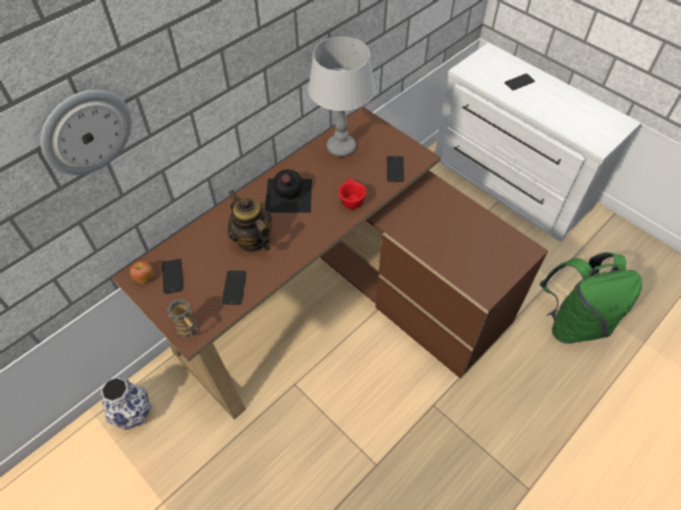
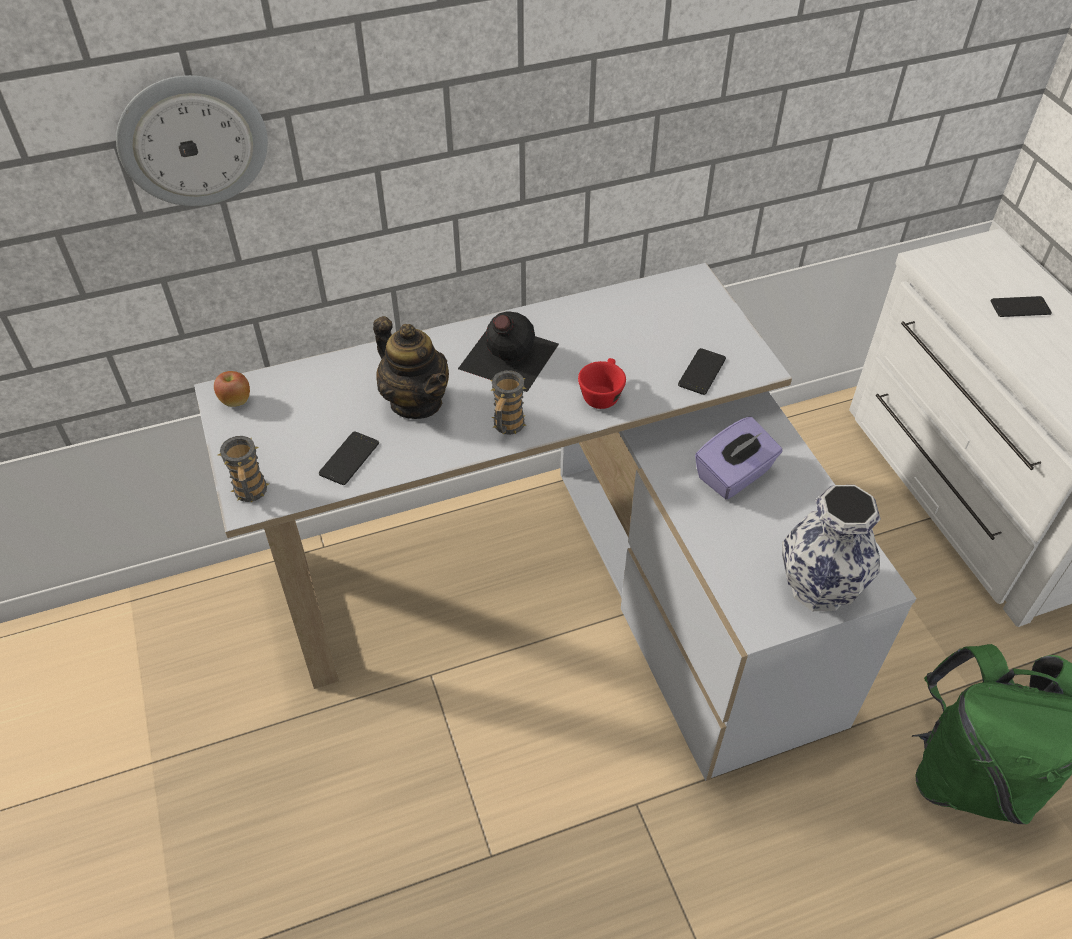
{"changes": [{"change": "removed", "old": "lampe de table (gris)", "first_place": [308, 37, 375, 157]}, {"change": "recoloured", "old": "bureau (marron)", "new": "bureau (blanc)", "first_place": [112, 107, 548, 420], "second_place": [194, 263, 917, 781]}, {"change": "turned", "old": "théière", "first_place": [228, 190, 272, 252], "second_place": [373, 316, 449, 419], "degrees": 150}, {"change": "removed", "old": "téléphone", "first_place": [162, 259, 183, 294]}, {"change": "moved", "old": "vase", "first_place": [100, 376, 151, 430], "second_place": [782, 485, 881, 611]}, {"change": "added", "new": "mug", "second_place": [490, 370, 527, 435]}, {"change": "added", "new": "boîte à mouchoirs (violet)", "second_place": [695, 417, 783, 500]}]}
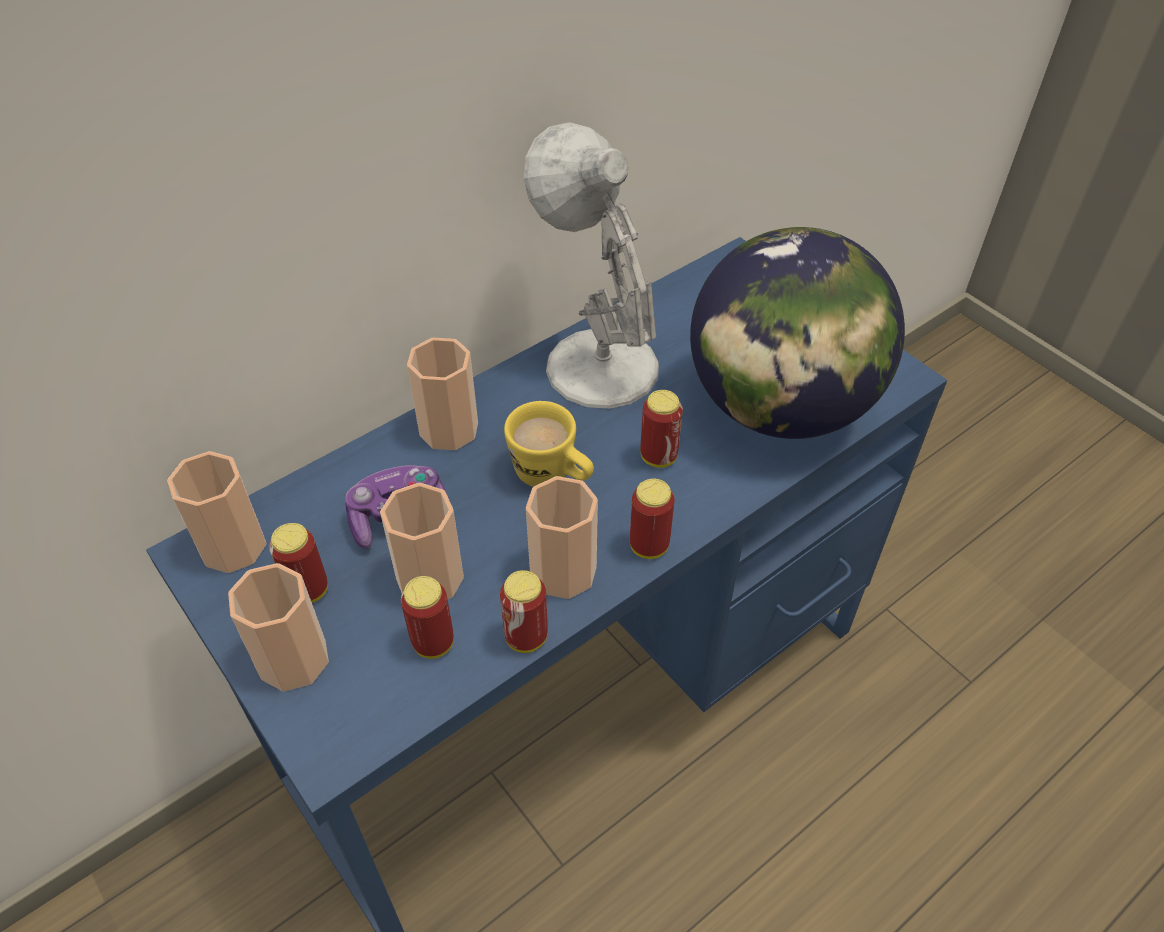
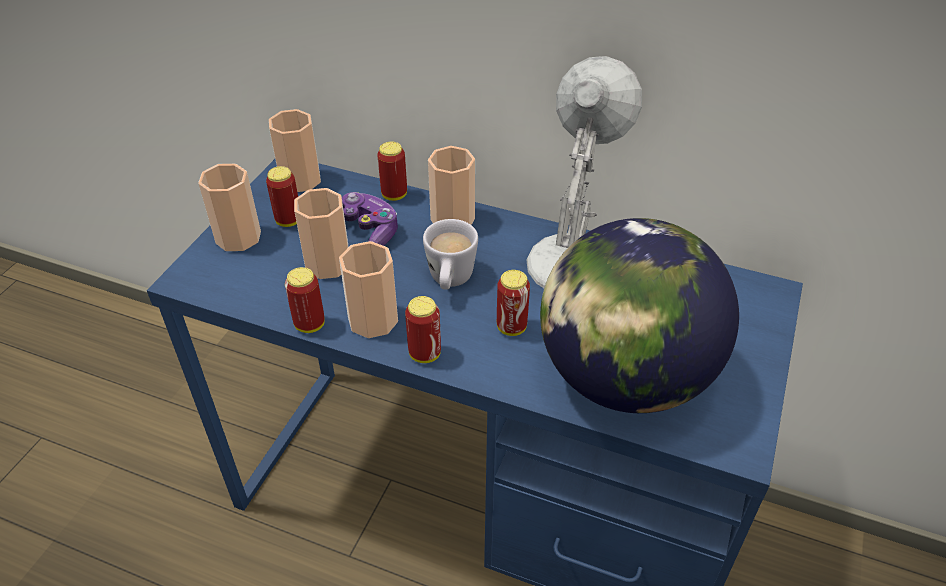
{"changes": [{"change": "recoloured", "old": "mug (jaune)", "new": "mug (blanc)", "first_place": [504, 401, 594, 487], "second_place": [423, 219, 478, 290]}, {"change": "moved", "old": "boîte métallique", "first_place": [401, 576, 454, 659], "second_place": [377, 142, 407, 201]}]}
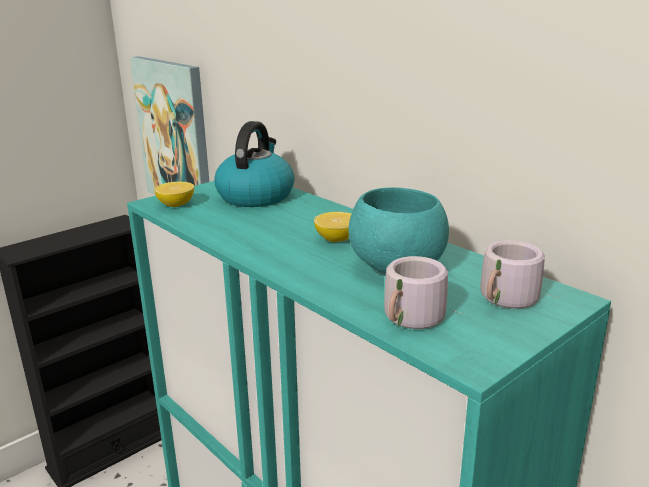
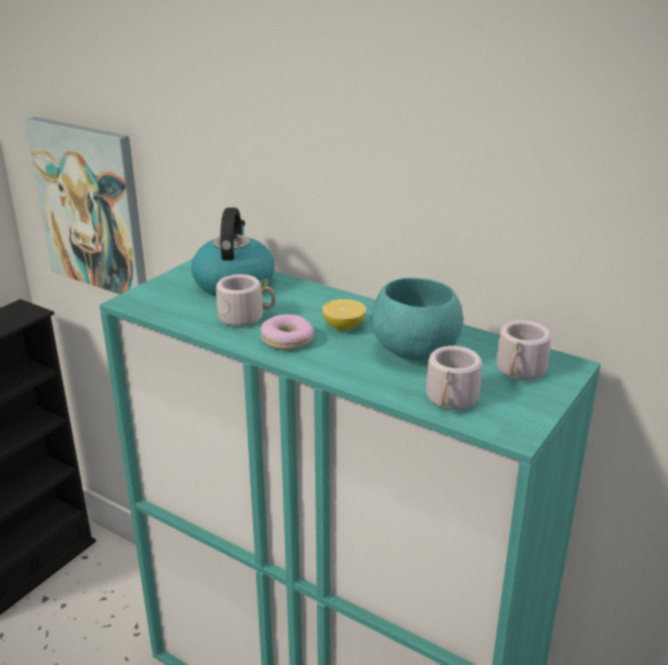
{"changes": [{"change": "removed", "old": "citron", "first_place": [154, 182, 194, 207]}, {"change": "added", "new": "mug (gris)", "second_place": [216, 274, 276, 327]}, {"change": "added", "new": "beignet", "second_place": [260, 314, 314, 350]}]}
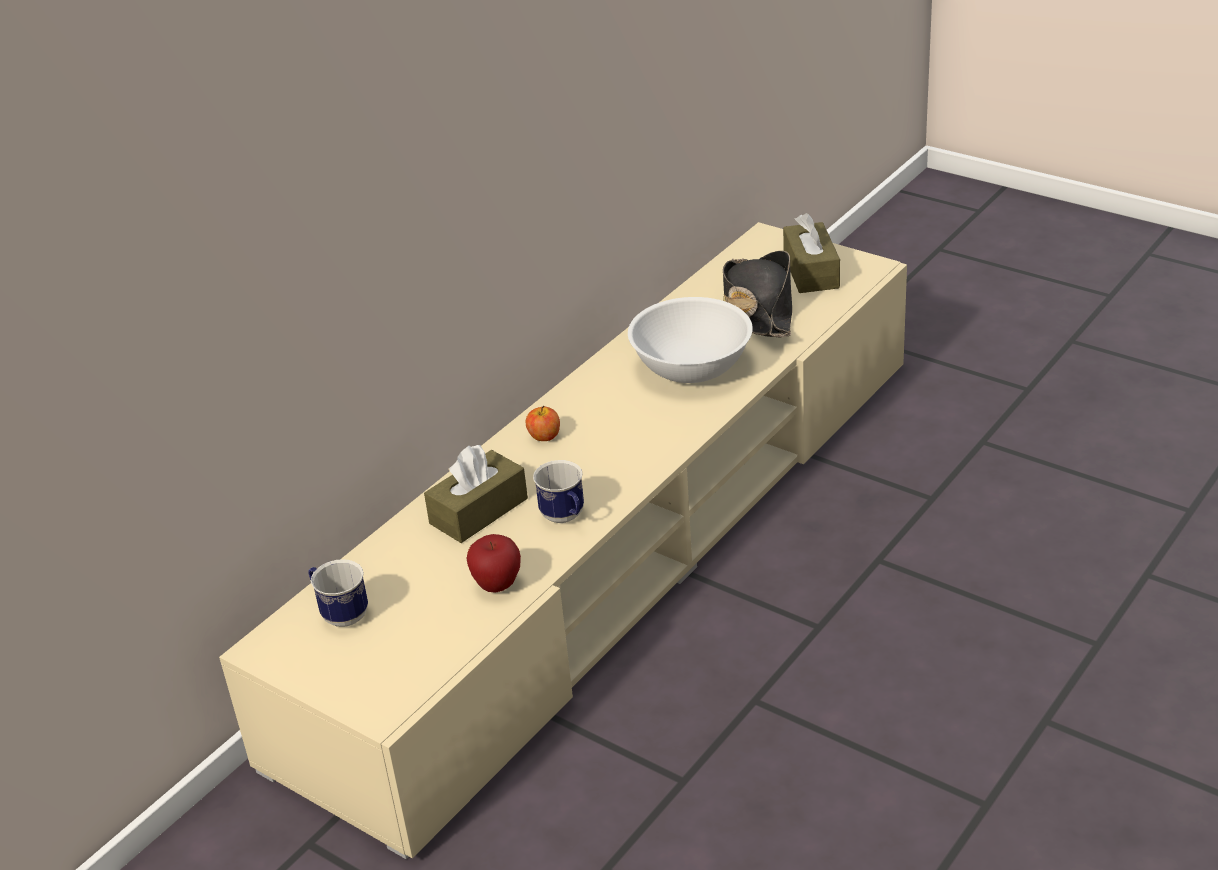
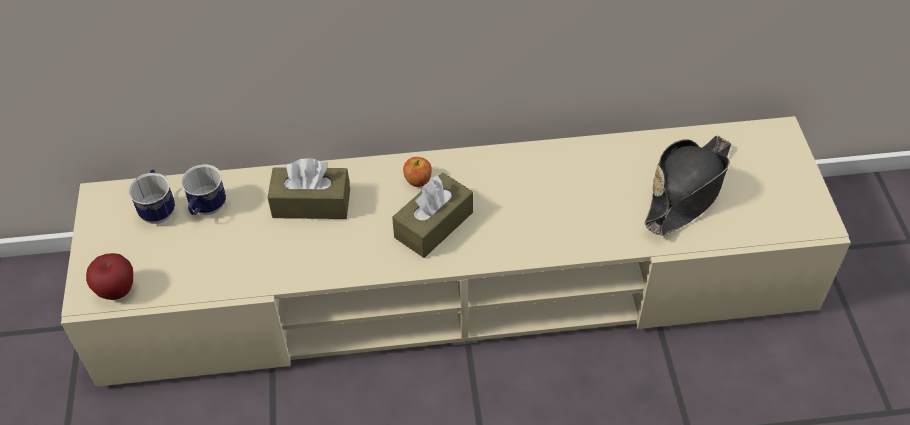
{"changes": [{"change": "moved", "old": "boîte à mouchoirs (marron)", "first_place": [783, 213, 840, 293], "second_place": [392, 173, 473, 258]}, {"change": "removed", "old": "bol (blanc)", "first_place": [628, 297, 753, 383]}, {"change": "moved", "old": "mug", "first_place": [533, 460, 584, 523], "second_place": [181, 164, 226, 215]}, {"change": "moved", "old": "pomme", "first_place": [466, 534, 521, 593], "second_place": [86, 253, 133, 300]}]}
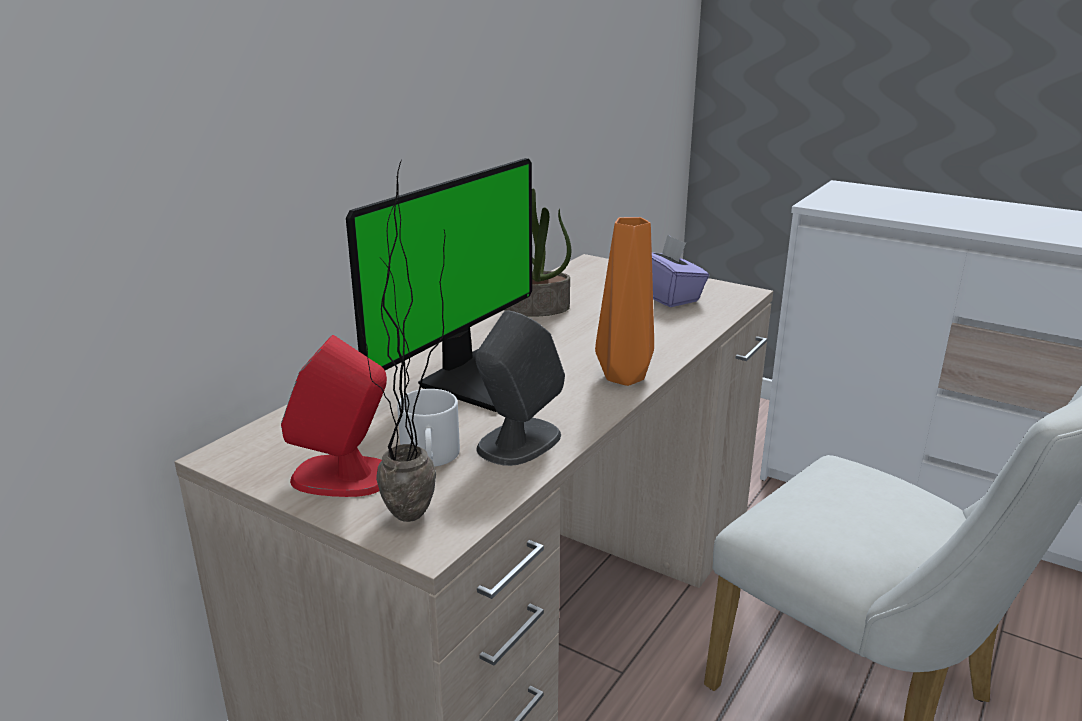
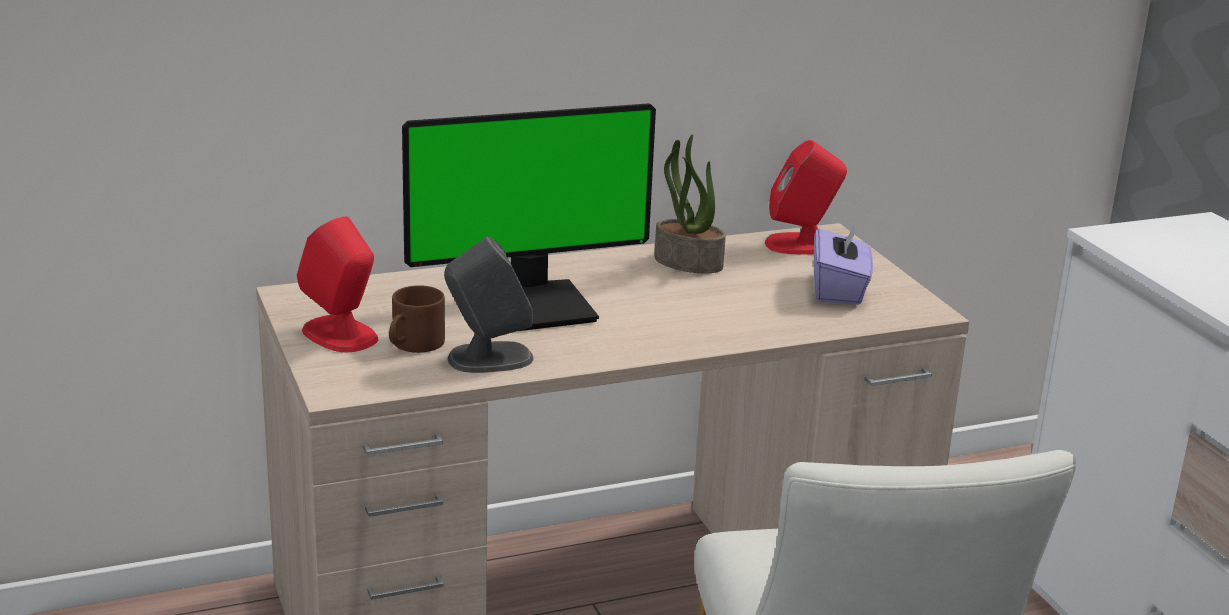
{"changes": [{"change": "removed", "old": "plante en pot", "first_place": [357, 160, 446, 522]}, {"change": "removed", "old": "vase (orange)", "first_place": [595, 217, 654, 386]}, {"change": "recoloured", "old": "mug (blanc)", "new": "mug (marron)", "first_place": [397, 389, 460, 467], "second_place": [389, 285, 445, 353]}, {"change": "added", "new": "enceinte (rouge)", "second_place": [765, 140, 847, 255]}]}
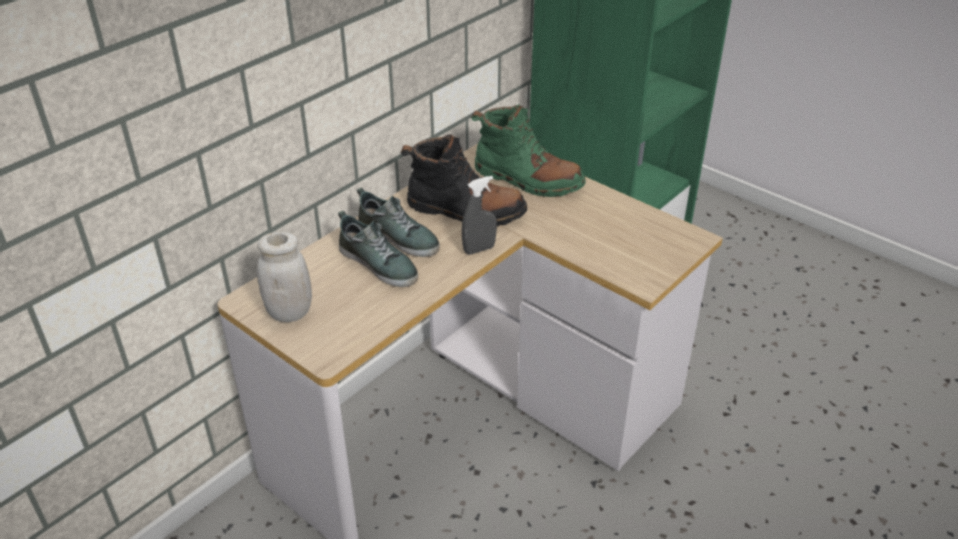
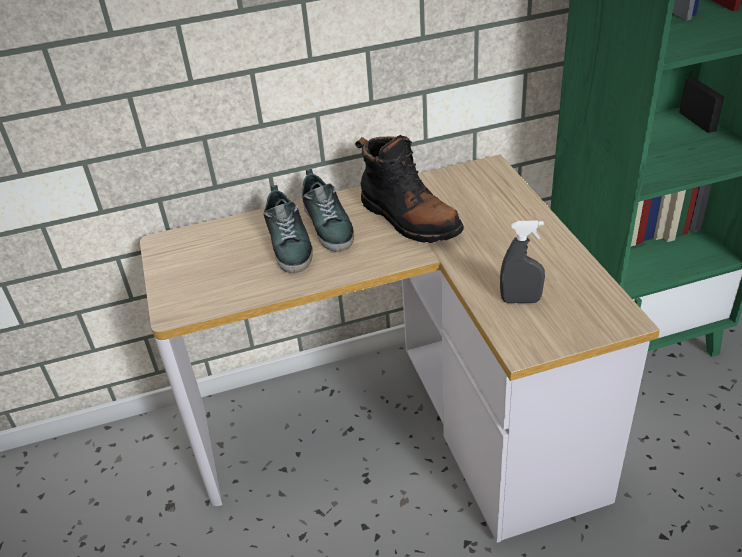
{"changes": [{"change": "removed", "old": "botte (vert)", "first_place": [471, 105, 586, 197]}, {"change": "moved", "old": "vaporisateur (gris)", "first_place": [462, 176, 497, 255], "second_place": [500, 220, 545, 303]}, {"change": "removed", "old": "bocal (blanc)", "first_place": [257, 232, 312, 322]}]}
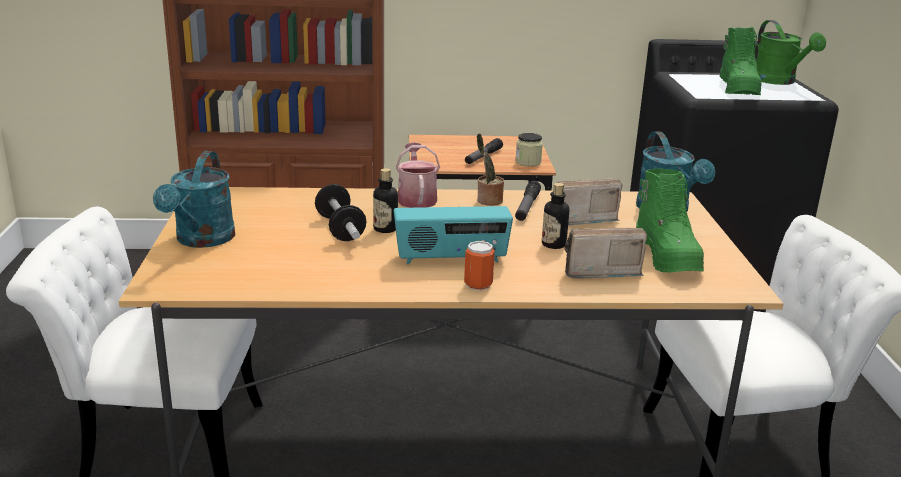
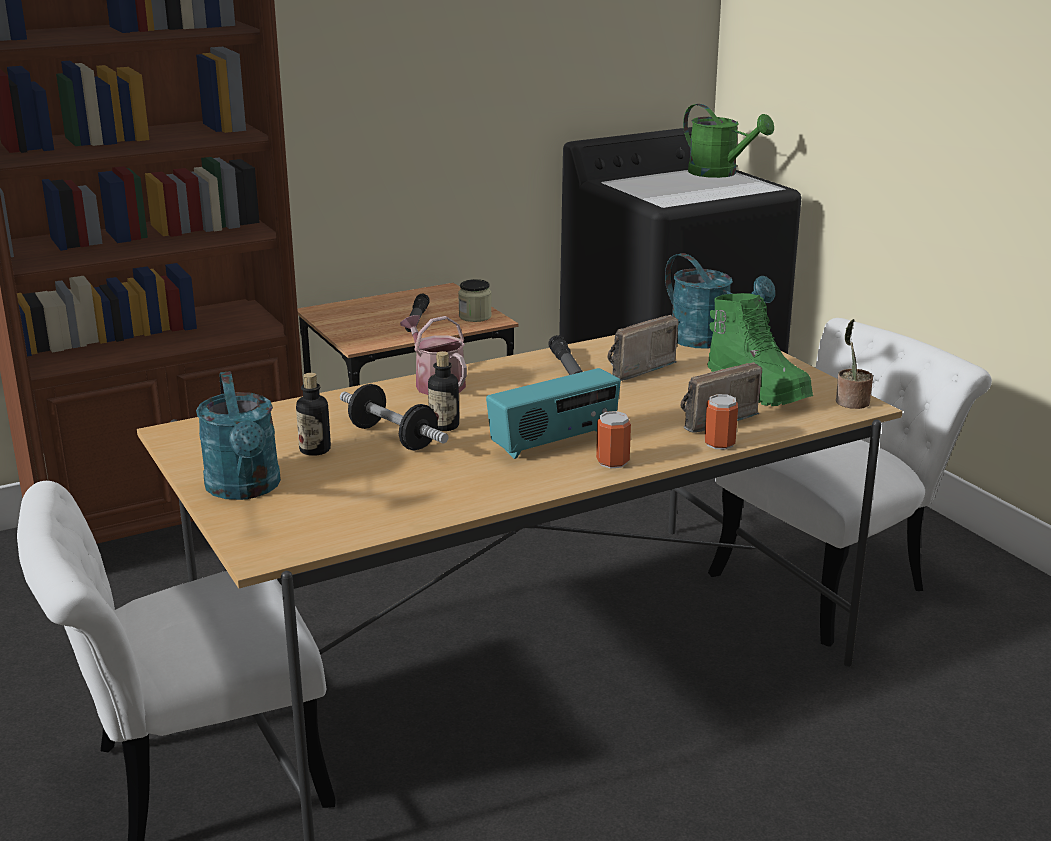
{"changes": [{"change": "removed", "old": "botte (vert)", "first_place": [720, 27, 762, 95]}, {"change": "moved", "old": "plante en pot", "first_place": [477, 133, 504, 206], "second_place": [836, 319, 873, 409]}, {"change": "moved", "old": "bouteille", "first_place": [542, 183, 569, 249], "second_place": [296, 373, 331, 456]}, {"change": "added", "new": "boîte métallique", "second_place": [705, 394, 738, 450]}]}
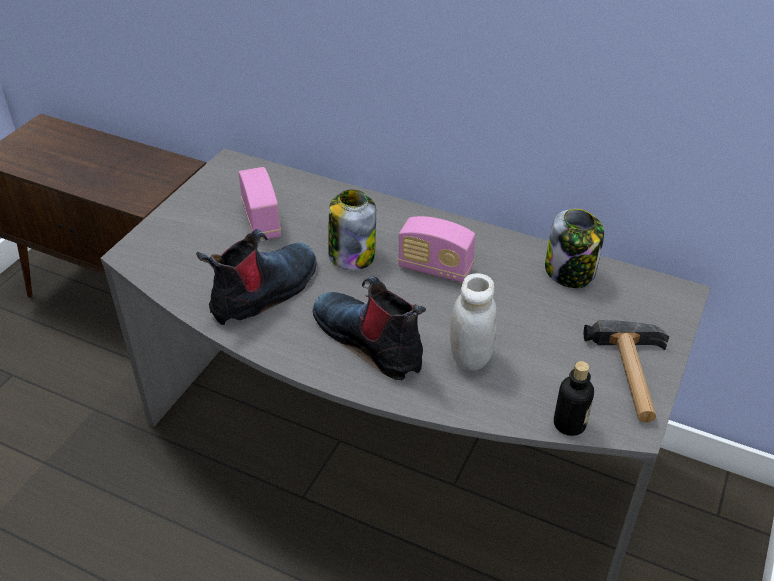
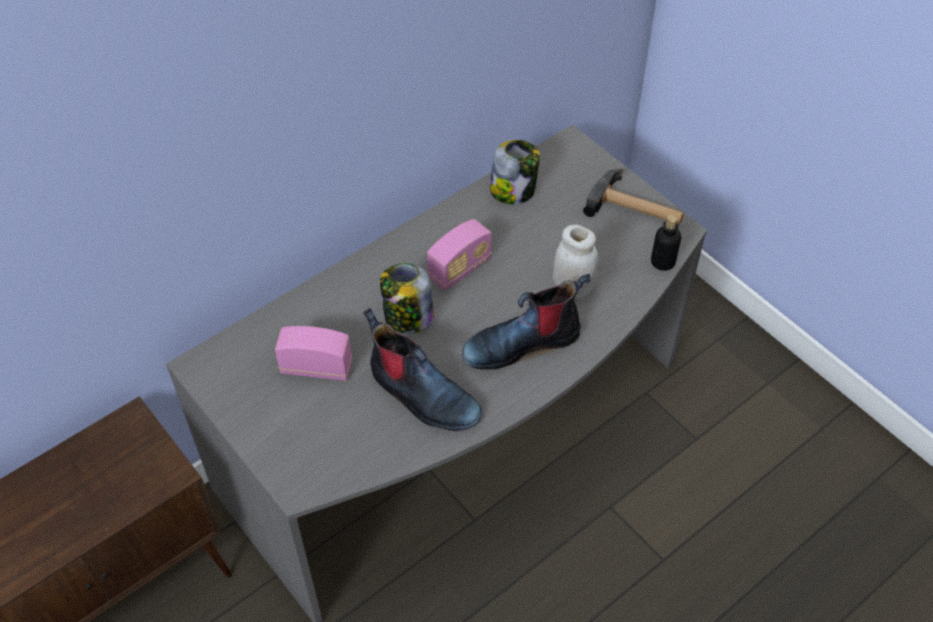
{"changes": [{"change": "turned", "old": "botte", "first_place": [196, 229, 317, 325], "second_place": [363, 308, 482, 431], "degrees": 150}]}
